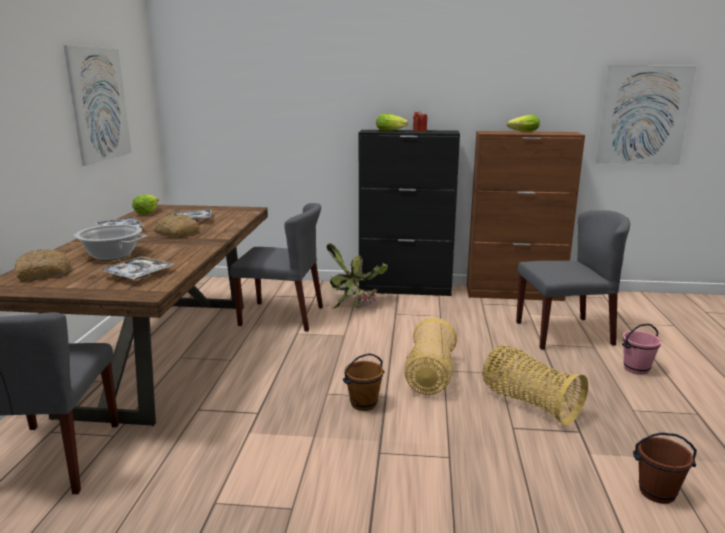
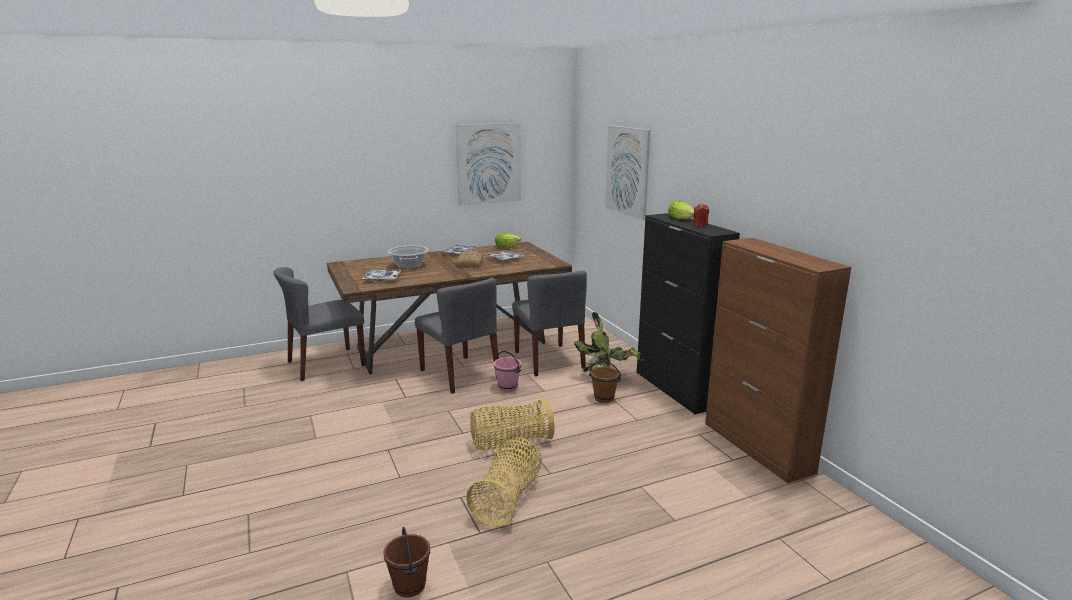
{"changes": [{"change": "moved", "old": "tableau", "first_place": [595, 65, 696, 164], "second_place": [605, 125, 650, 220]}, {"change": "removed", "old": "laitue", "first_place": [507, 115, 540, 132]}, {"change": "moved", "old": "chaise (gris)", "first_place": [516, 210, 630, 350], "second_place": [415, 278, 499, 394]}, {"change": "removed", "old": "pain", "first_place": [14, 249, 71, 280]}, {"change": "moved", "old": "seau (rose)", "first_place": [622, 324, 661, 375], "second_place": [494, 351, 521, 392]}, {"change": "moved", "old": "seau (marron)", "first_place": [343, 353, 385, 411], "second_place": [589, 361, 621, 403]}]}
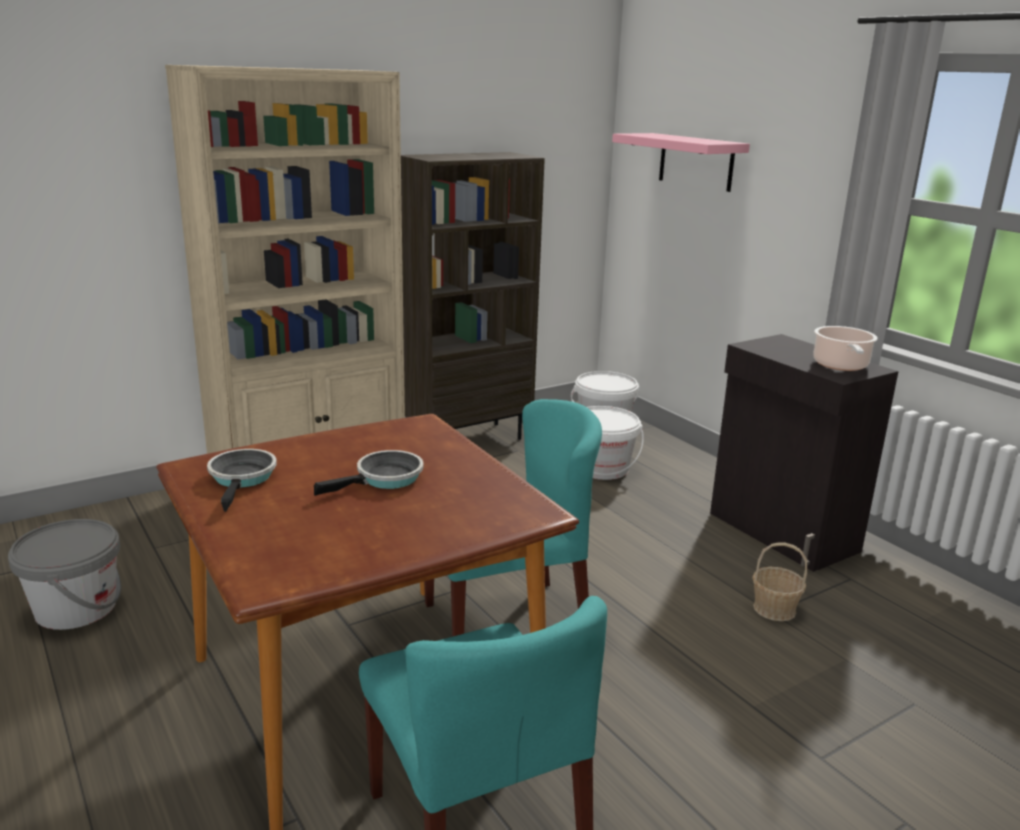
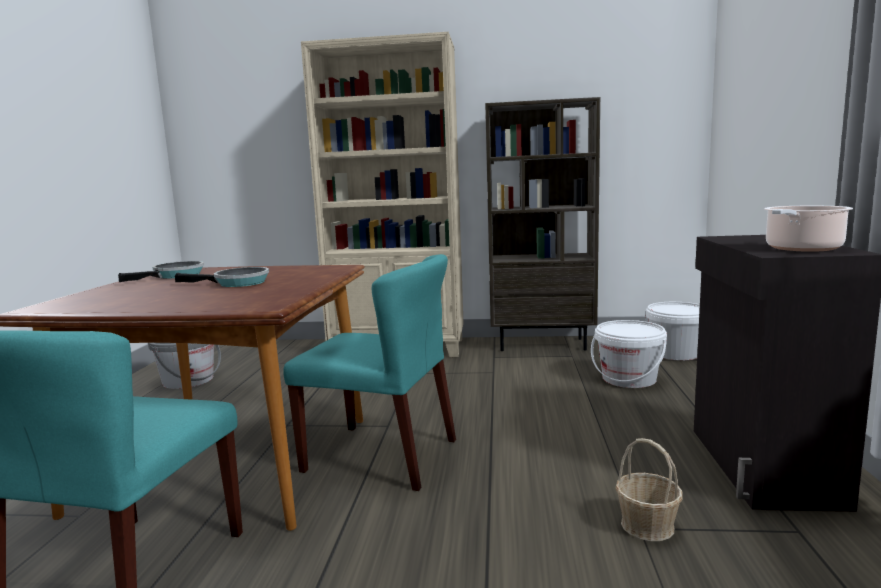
{"changes": [{"change": "removed", "old": "étagère (rose)", "first_place": [612, 133, 750, 192]}]}
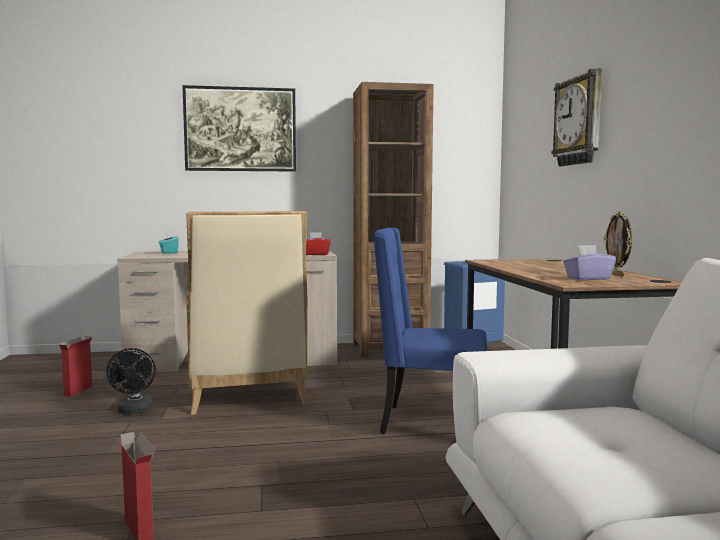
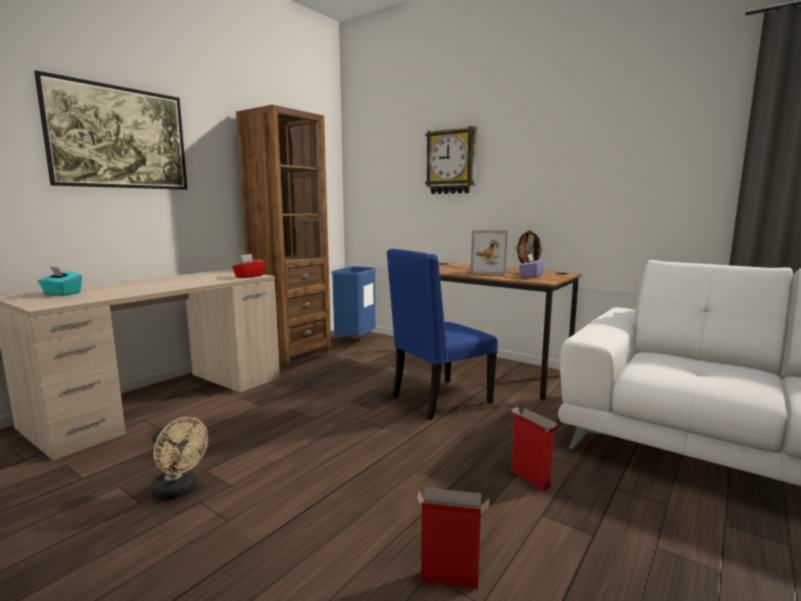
{"changes": [{"change": "removed", "old": "chaise (beige)", "first_place": [186, 211, 308, 415]}, {"change": "moved", "old": "carton", "first_place": [59, 336, 93, 397], "second_place": [511, 407, 557, 491]}, {"change": "recoloured", "old": "ventilateur (noir)", "new": "ventilateur (beige)", "first_place": [106, 348, 156, 414], "second_place": [150, 417, 208, 501]}, {"change": "added", "new": "cadre photo", "second_place": [470, 230, 508, 275]}]}
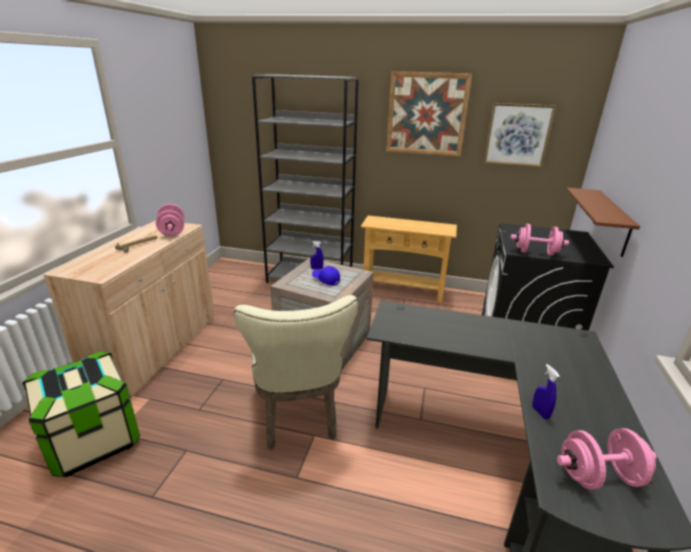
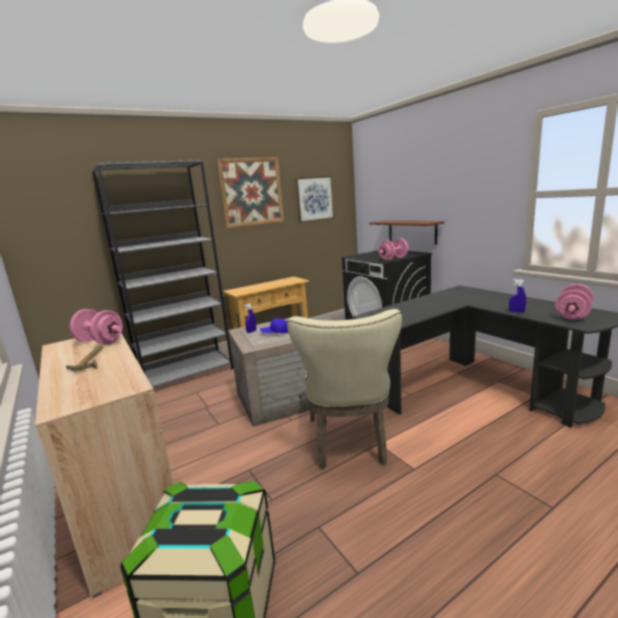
{"changes": [{"change": "turned", "old": "chaise (beige)", "first_place": [234, 295, 358, 450], "second_place": [287, 309, 402, 469], "degrees": 60}]}
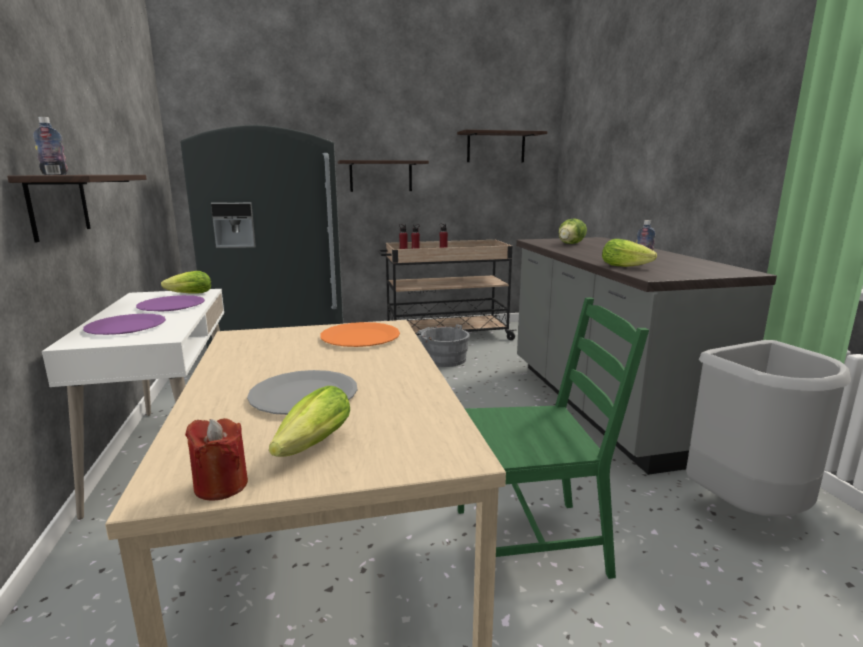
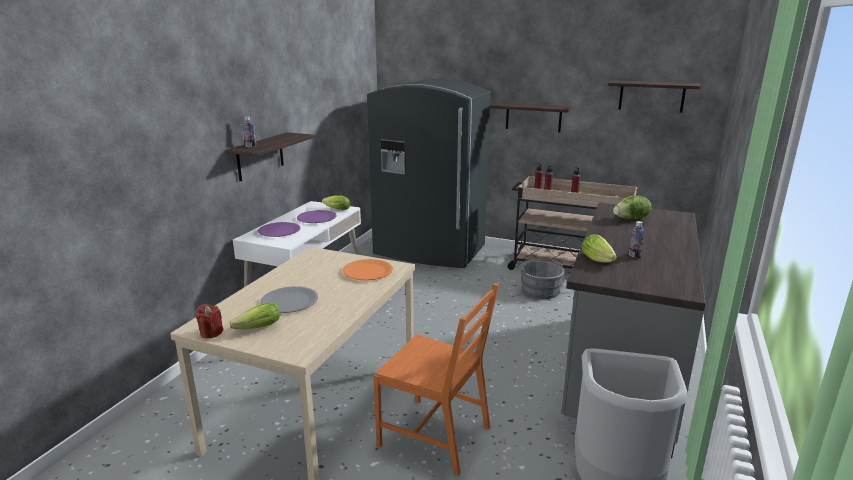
{"changes": [{"change": "recoloured", "old": "chaise (vert)", "new": "chaise (orange)", "first_place": [458, 298, 649, 579], "second_place": [373, 283, 499, 476]}]}
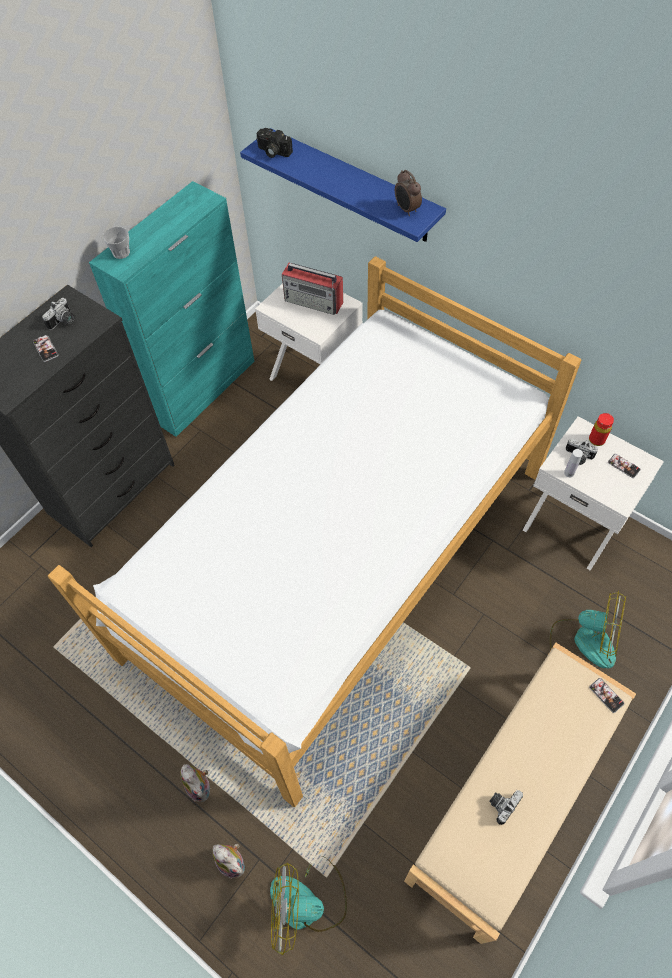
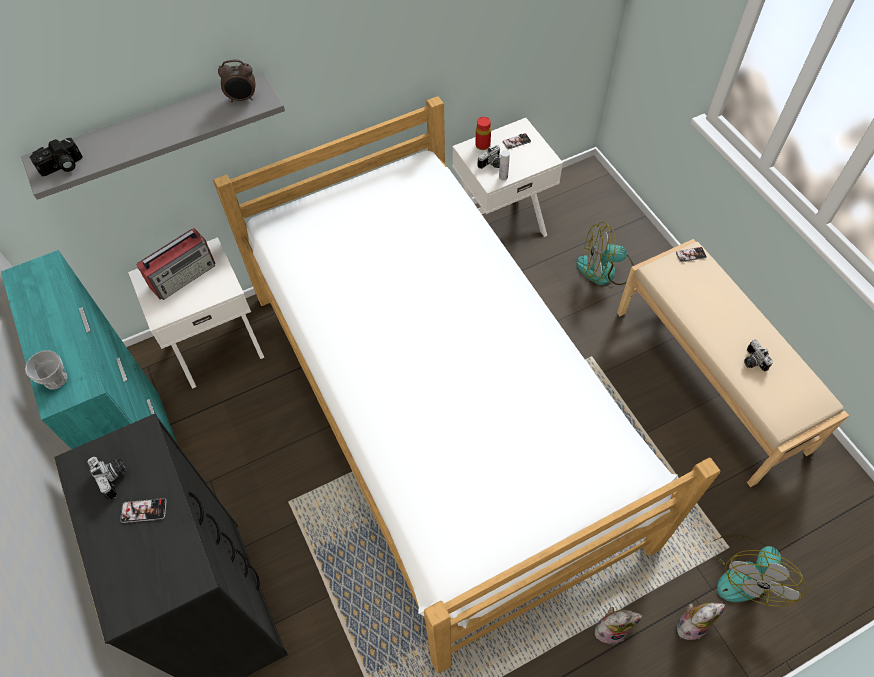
{"changes": [{"change": "recoloured", "old": "étagère (bleu)", "new": "étagère (gris)", "first_place": [240, 128, 446, 242], "second_place": [21, 73, 285, 200]}, {"change": "turned", "old": "ventilateur", "first_place": [550, 591, 626, 669], "second_place": [577, 222, 634, 285], "degrees": -135}]}
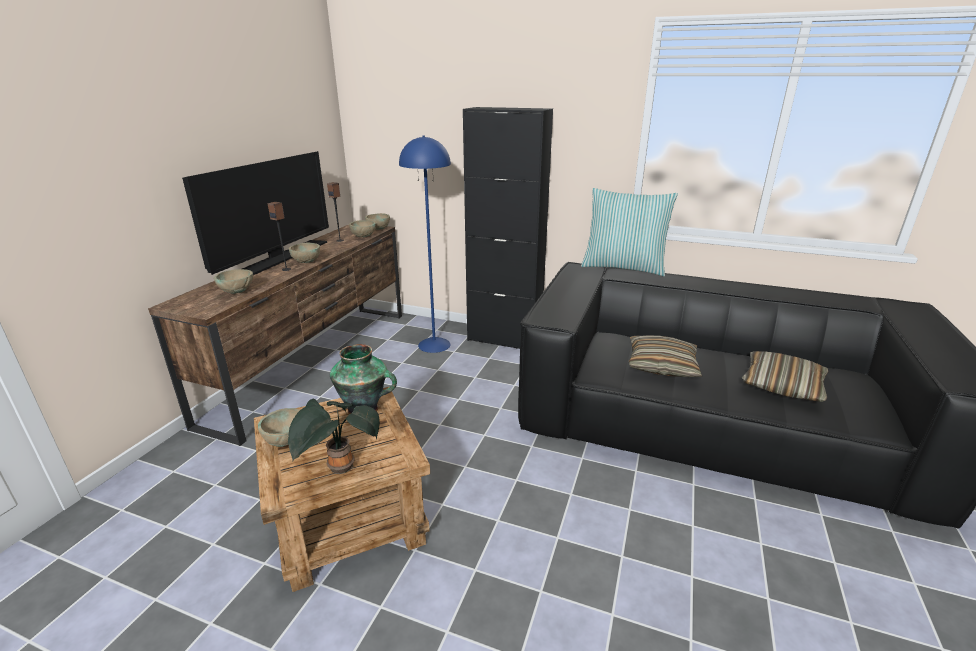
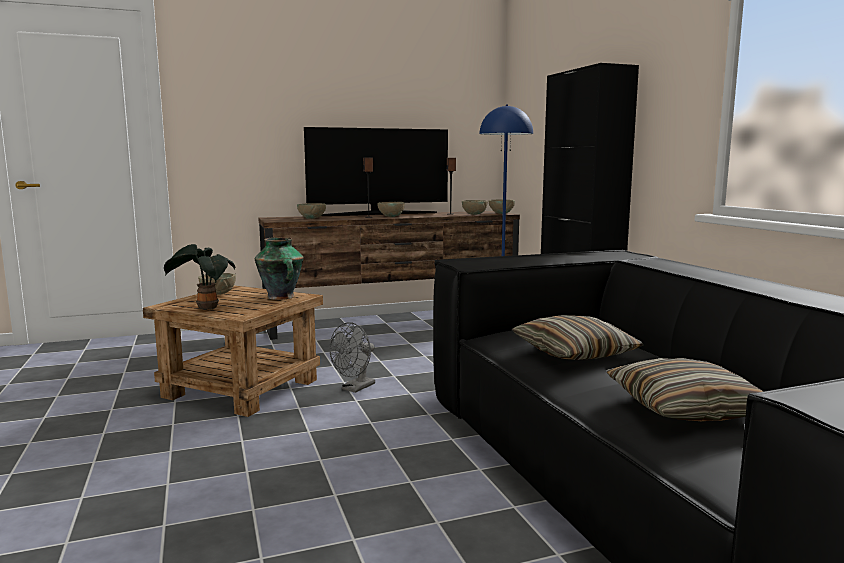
{"changes": [{"change": "removed", "old": "coussin", "first_place": [581, 188, 678, 276]}, {"change": "added", "new": "ventilateur (gris)", "second_place": [329, 322, 375, 393]}]}
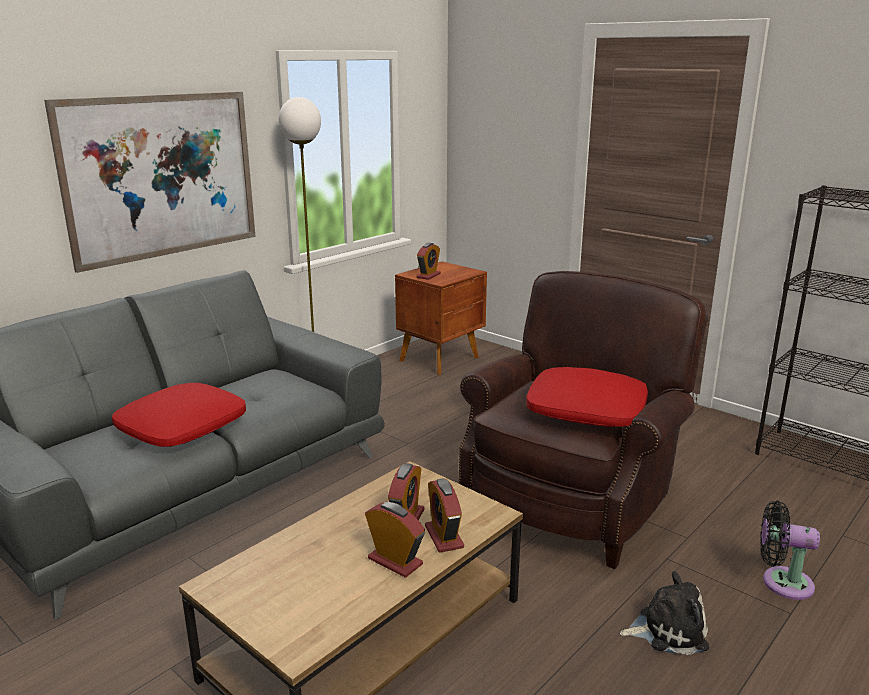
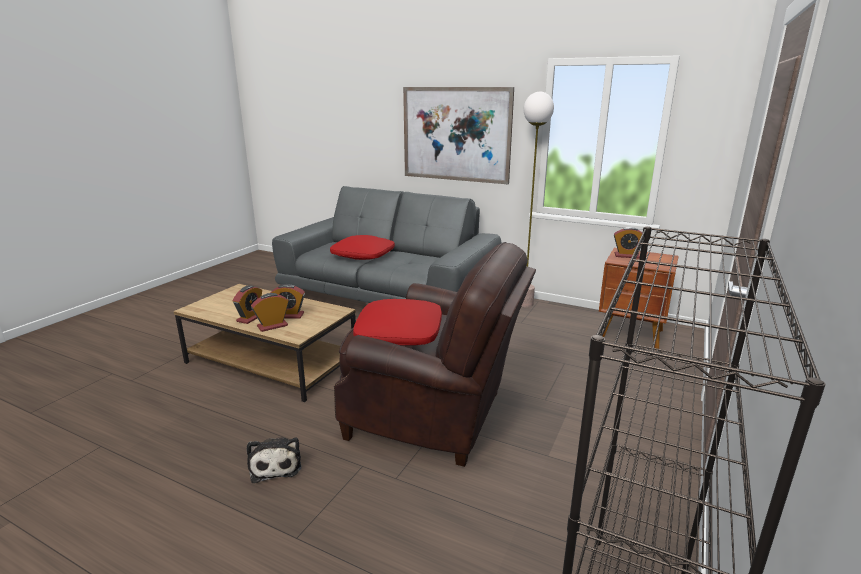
{"changes": [{"change": "removed", "old": "ventilateur (noir)", "first_place": [761, 501, 820, 600]}]}
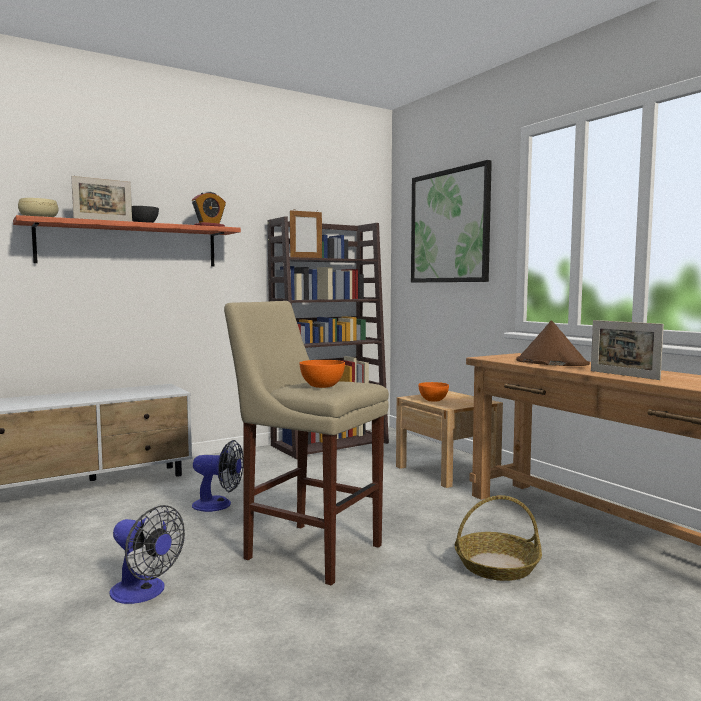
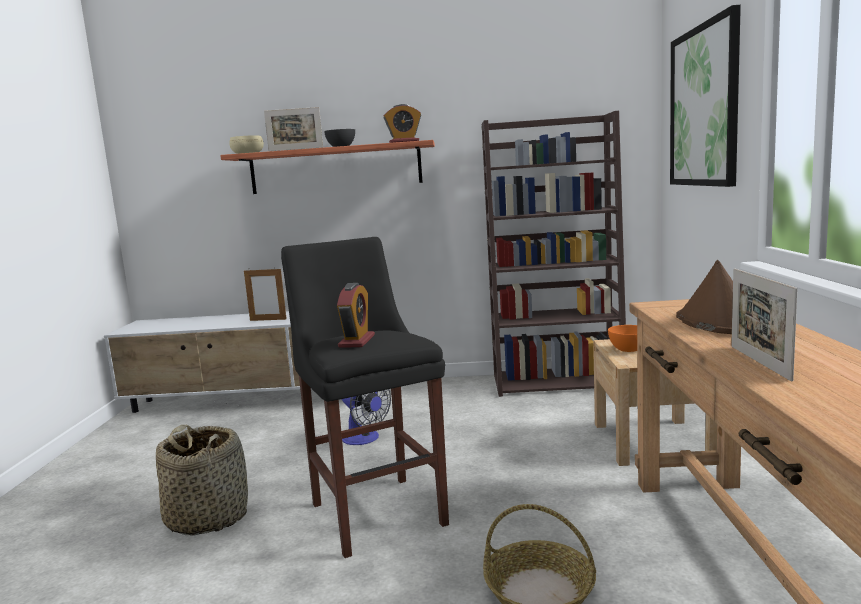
{"changes": [{"change": "moved", "old": "cadre photo", "first_place": [290, 210, 322, 258], "second_place": [244, 267, 287, 321]}, {"change": "recoloured", "old": "tabouret (beige)", "new": "tabouret (noir)", "first_place": [224, 301, 389, 585], "second_place": [281, 237, 449, 558]}, {"change": "replaced", "old": "bol (orange)", "new": "réveil", "first_place": [300, 360, 345, 388], "second_place": [337, 283, 375, 348]}, {"change": "replaced", "old": "ventilateur", "new": "panier", "first_place": [109, 505, 185, 604], "second_place": [156, 424, 248, 535]}]}
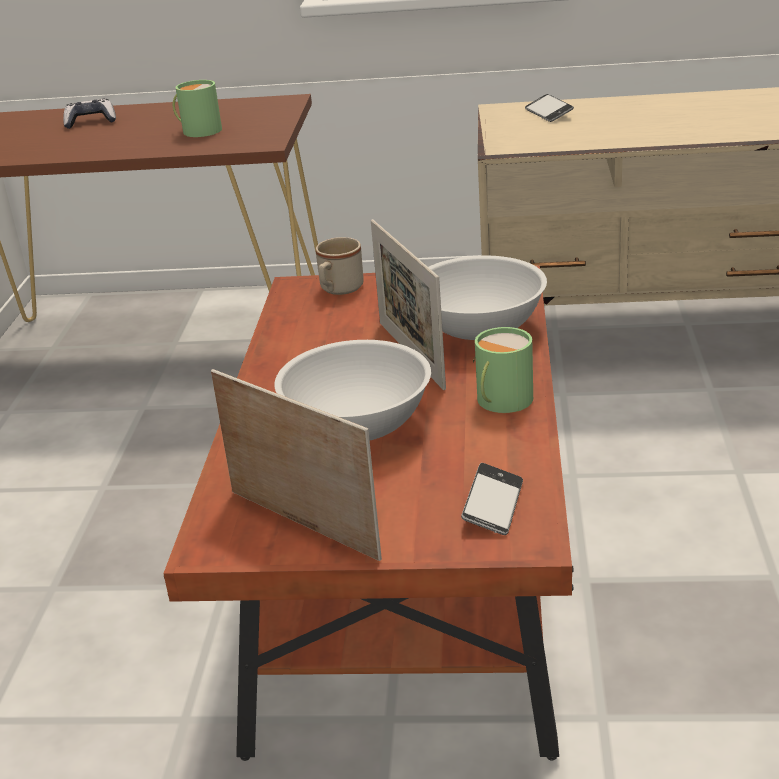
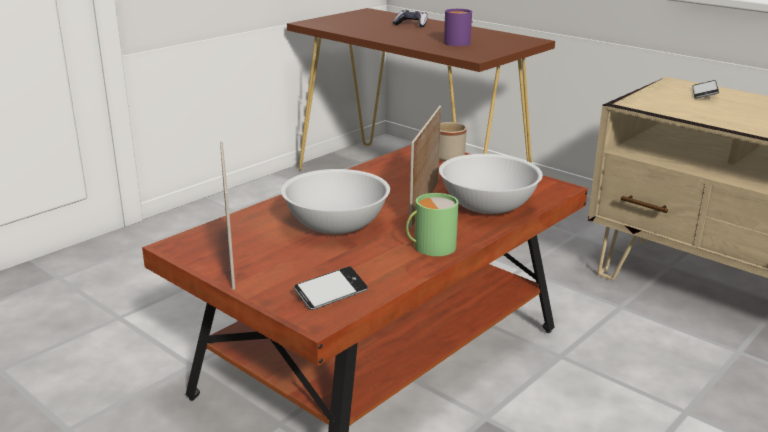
{"changes": [{"change": "recoloured", "old": "mug (vert)", "new": "mug (violet)", "first_place": [173, 80, 222, 137], "second_place": [444, 9, 473, 46]}]}
